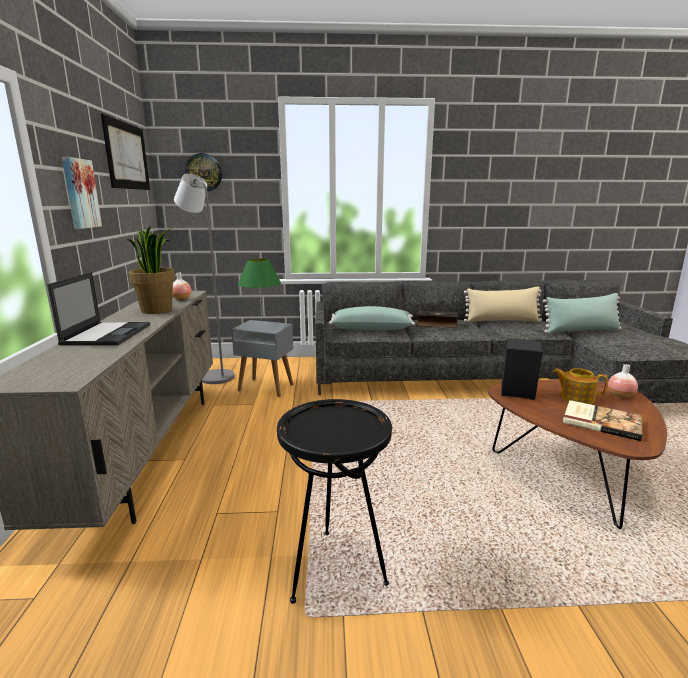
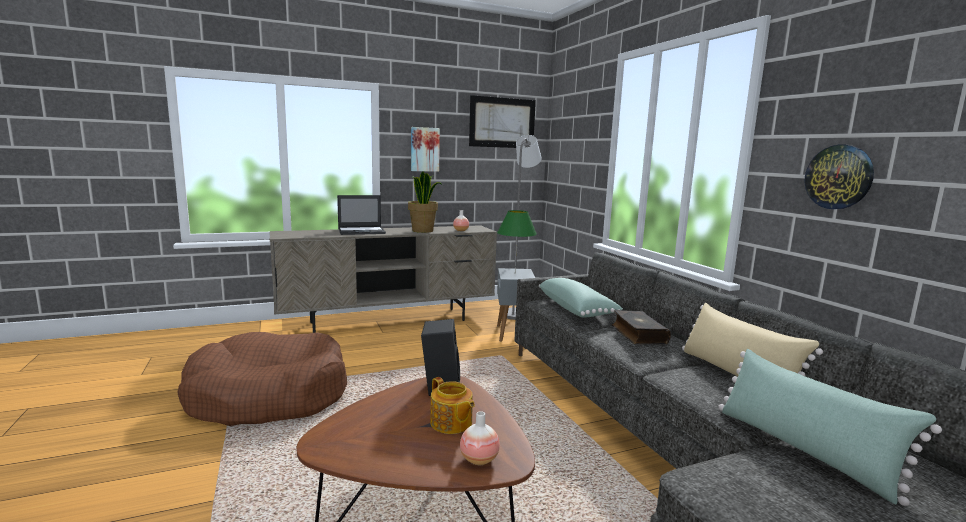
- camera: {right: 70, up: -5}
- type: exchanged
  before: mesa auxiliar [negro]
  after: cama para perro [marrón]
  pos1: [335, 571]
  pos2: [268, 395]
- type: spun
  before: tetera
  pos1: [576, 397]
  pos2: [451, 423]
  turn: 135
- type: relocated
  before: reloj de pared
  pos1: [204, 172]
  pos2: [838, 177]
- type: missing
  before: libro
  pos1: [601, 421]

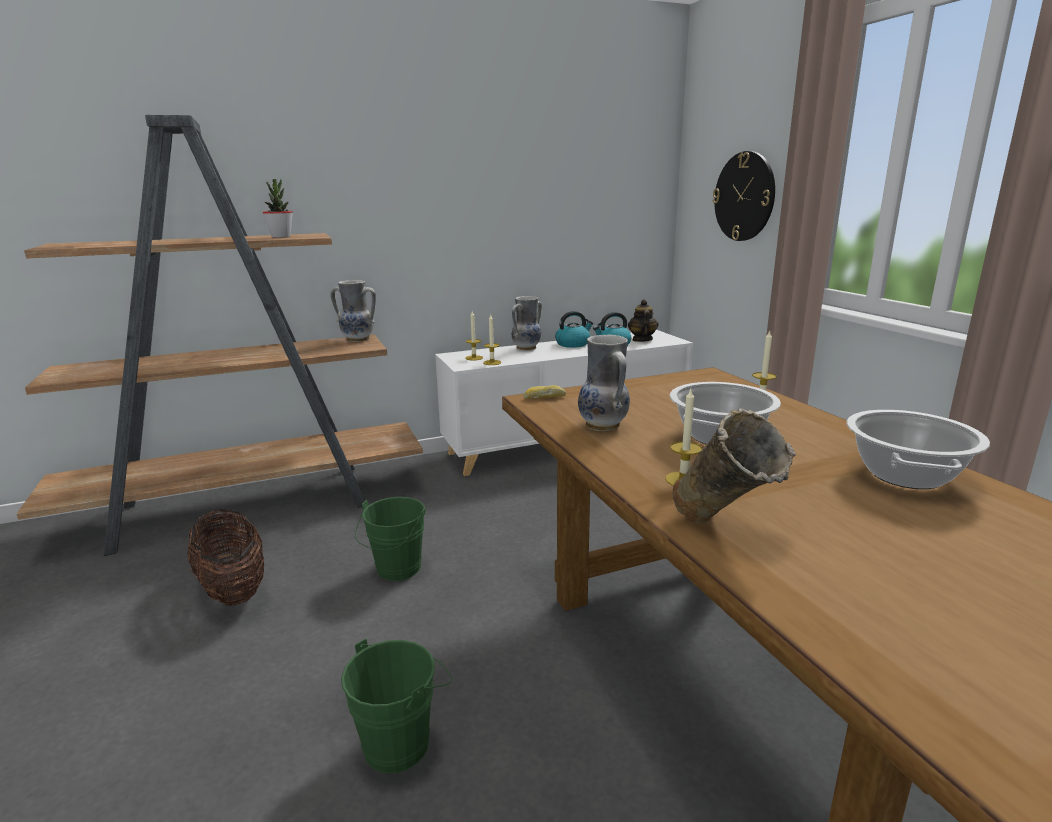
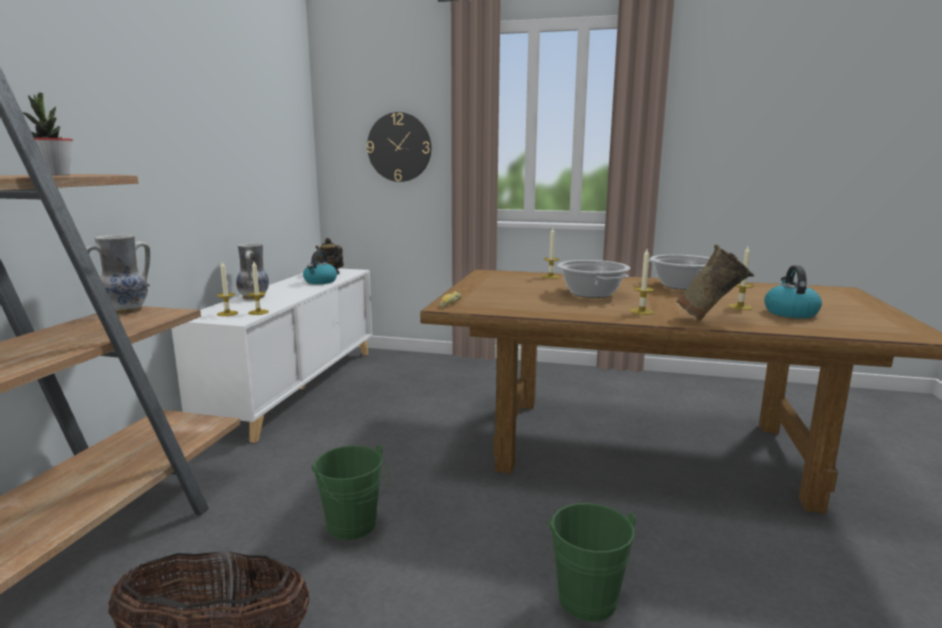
- camera: {right: -55, up: -5}
- type: appeared
  after: vela
  pos2: [740, 307]
- type: relocated
  before: hervidor
  pos1: [573, 344]
  pos2: [790, 313]
- type: missing
  before: florero
  pos1: [603, 425]

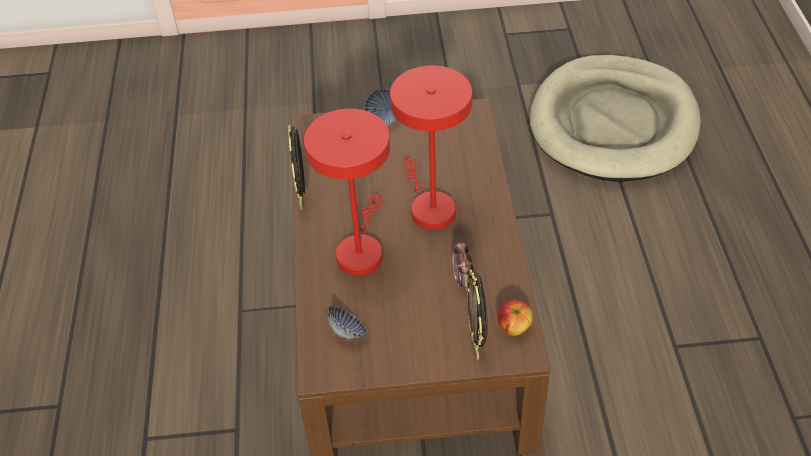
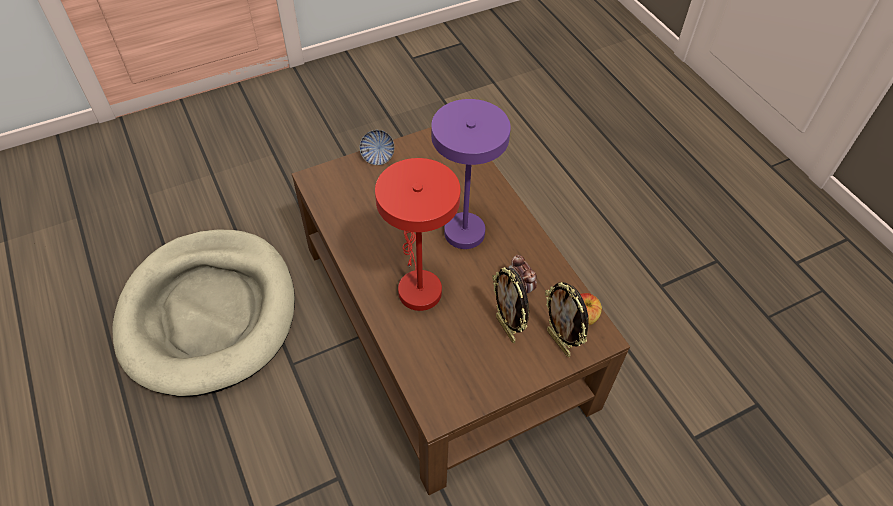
- camera: {right: -25, up: 5}
- type: relocated
  before: cama para perro [beis]
  pos1: [613, 123]
  pos2: [209, 313]
- type: colour
  before: lámpara de mesa [rojo]
  after: lámpara de mesa [morado]
  pos1: [429, 207]
  pos2: [458, 228]
- type: relocated
  before: portarretratos
  pos1: [302, 197]
  pos2: [506, 329]
- type: missing
  before: cuenco
  pos1: [347, 332]

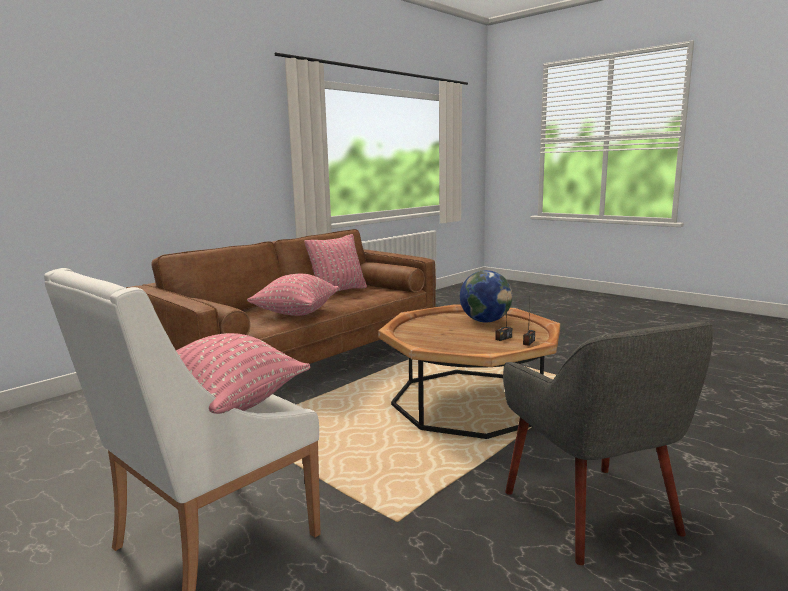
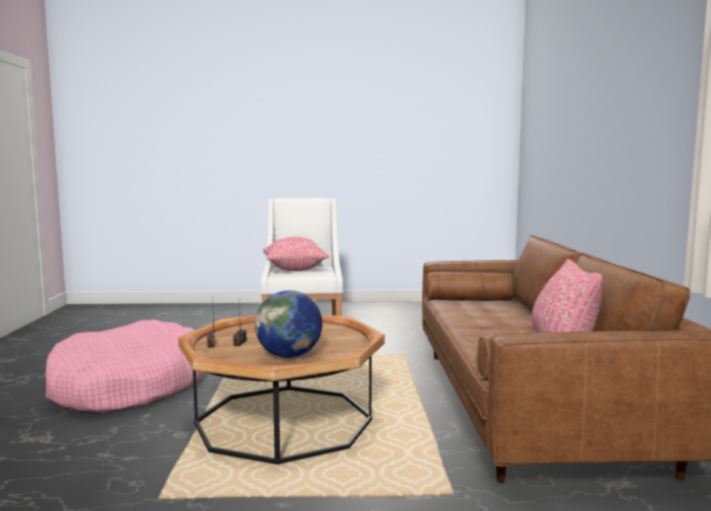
- camera: {right: 135, up: -5}
- type: exchanged
  before: sillón [gris]
  after: cama para perro [rosa]
  pos1: [592, 512]
  pos2: [128, 386]
- type: missing
  before: cojín [rosa]
  pos1: [296, 313]

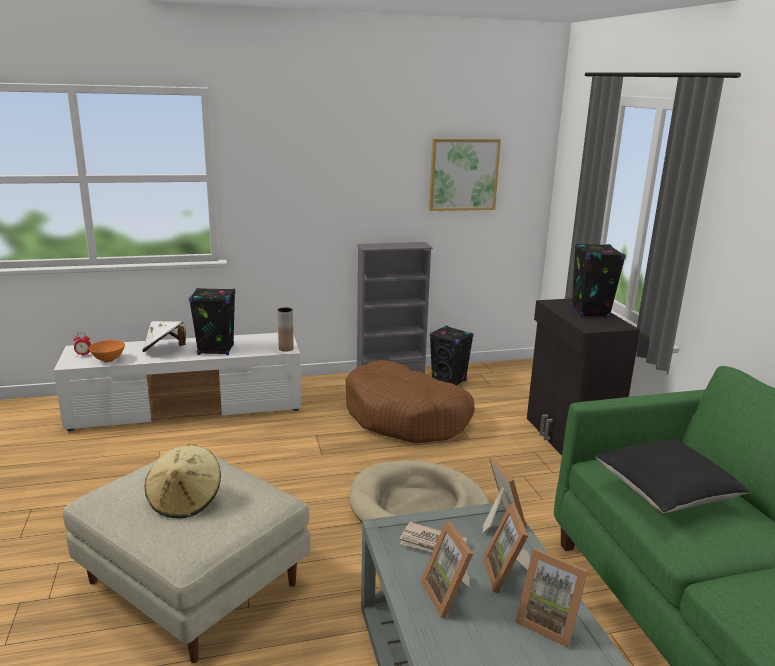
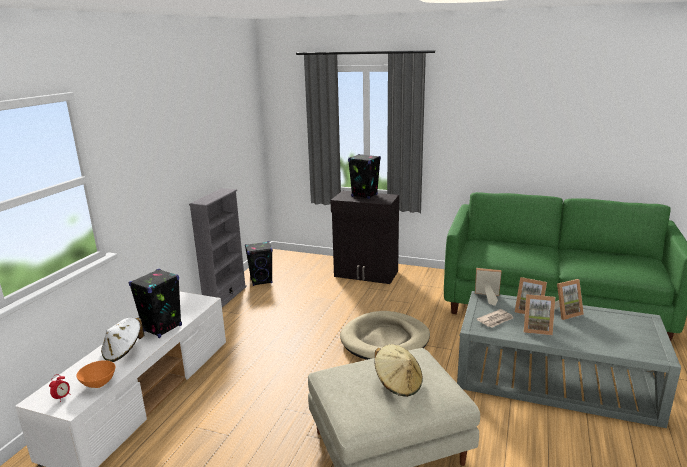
- camera: {right: -55, up: 0}
- type: missing
  before: florero [marrón]
  pos1: [286, 349]
- type: missing
  before: cama para perro [marrón]
  pos1: [406, 417]
- type: missing
  before: cuadro
  pos1: [463, 174]
- type: missing
  before: cojín [negro]
  pos1: [665, 493]

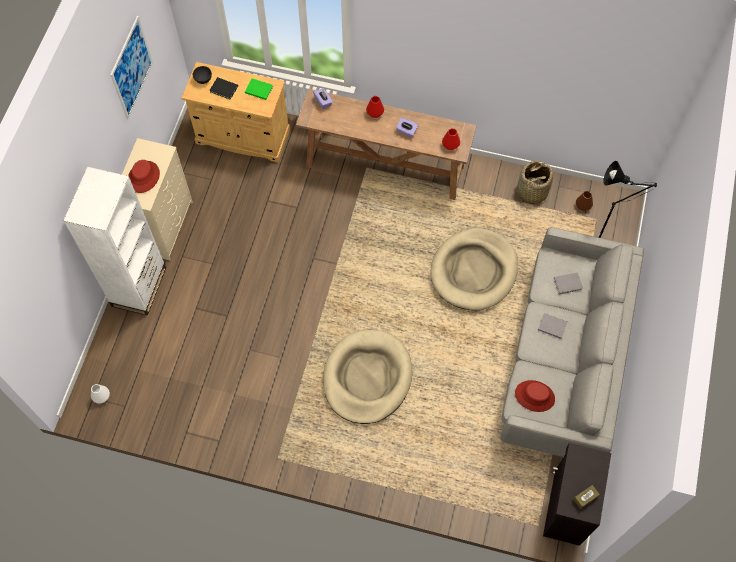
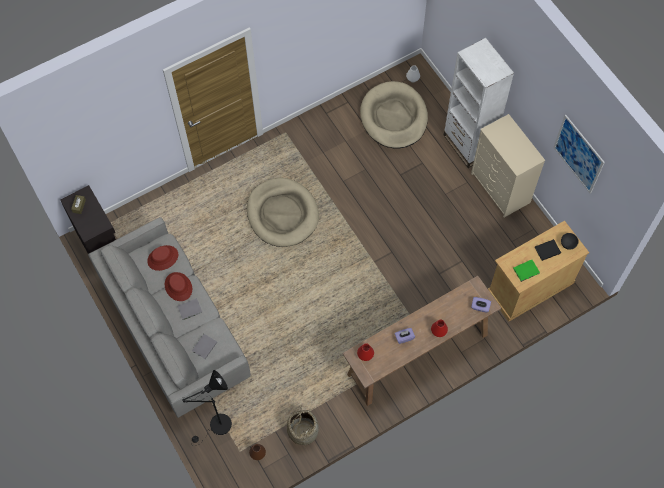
- camera: {right: 135, up: 0}
- type: relocated
  before: sombrero [rojo]
  pos1: [143, 177]
  pos2: [178, 286]
- type: relocated
  before: cama para perro [beis]
  pos1: [474, 271]
  pos2: [394, 117]

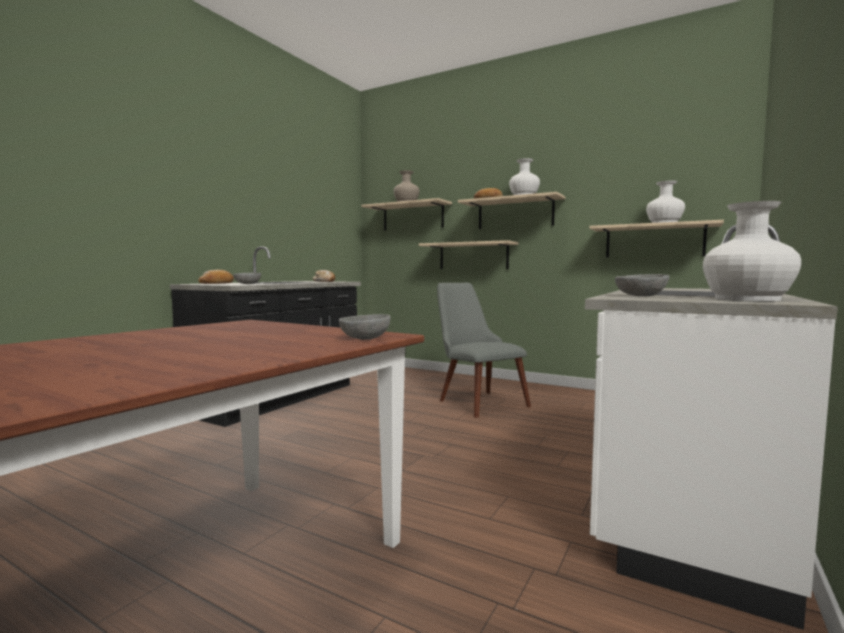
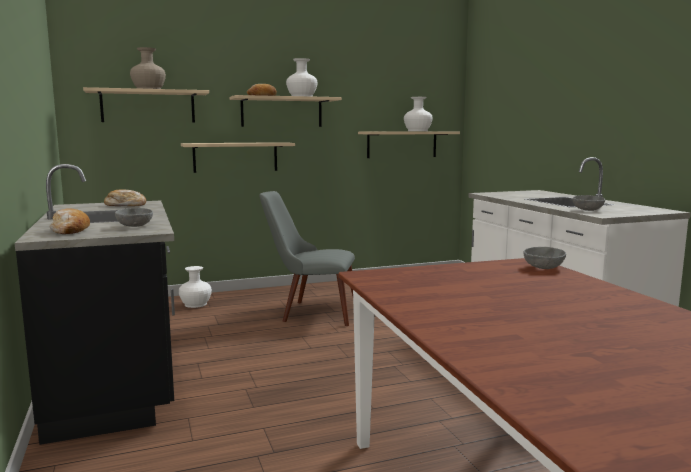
- camera: {right: -50, up: 5}
- type: relocated
  before: florero [blanco]
  pos1: [746, 299]
  pos2: [195, 304]

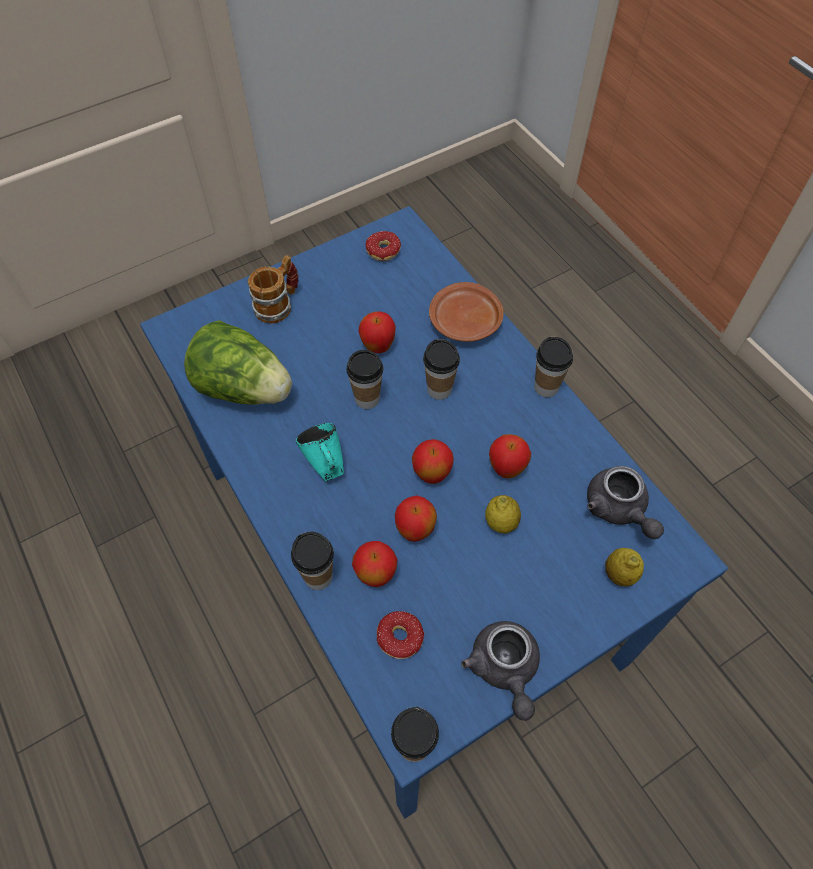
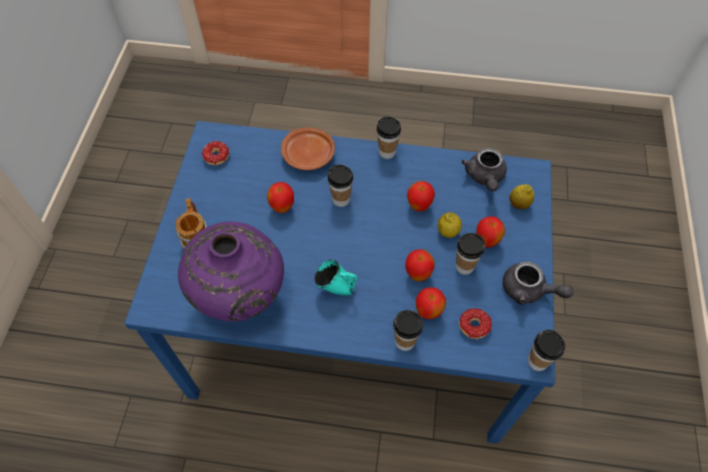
- camera: {right: -50, up: 0}
- type: exchanged
  before: lechuga
  after: florero [morado]
  pos1: [244, 388]
  pos2: [240, 295]
- type: relocated
  before: taza
  pos1: [367, 399]
  pos2: [464, 266]
- type: spun
  before: tetera [gris]
  pos1: [618, 510]
  pos2: [484, 177]
  turn: 75
- type: relocated
  before: manzana
  pos1: [431, 474]
  pos2: [486, 241]

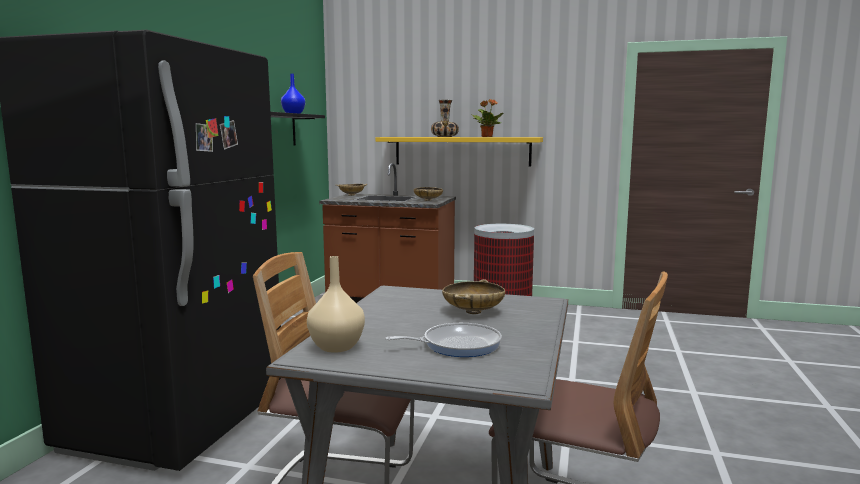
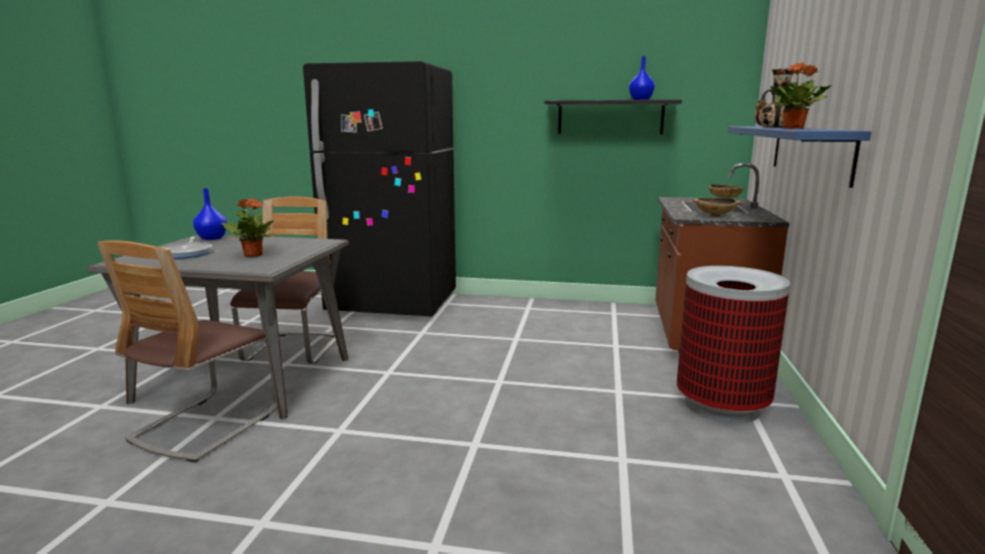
- camera: {right: 85, up: 5}
- type: colour
  before: florero [beis]
  after: florero [azul]
  pos1: [337, 346]
  pos2: [212, 238]
- type: exchanged
  before: cuenco [beis]
  after: planta en maceta
  pos1: [473, 312]
  pos2: [253, 255]
- type: colour
  before: estante [amarillo]
  after: estante [azul]
  pos1: [462, 151]
  pos2: [810, 151]

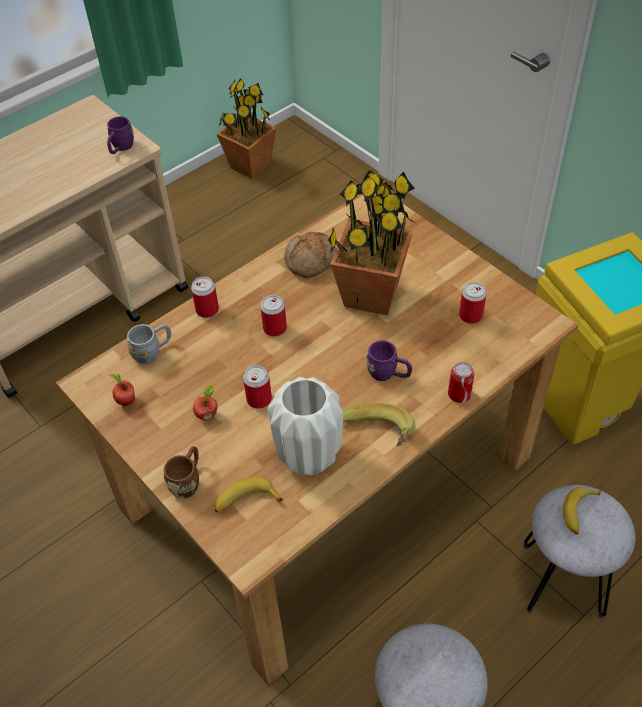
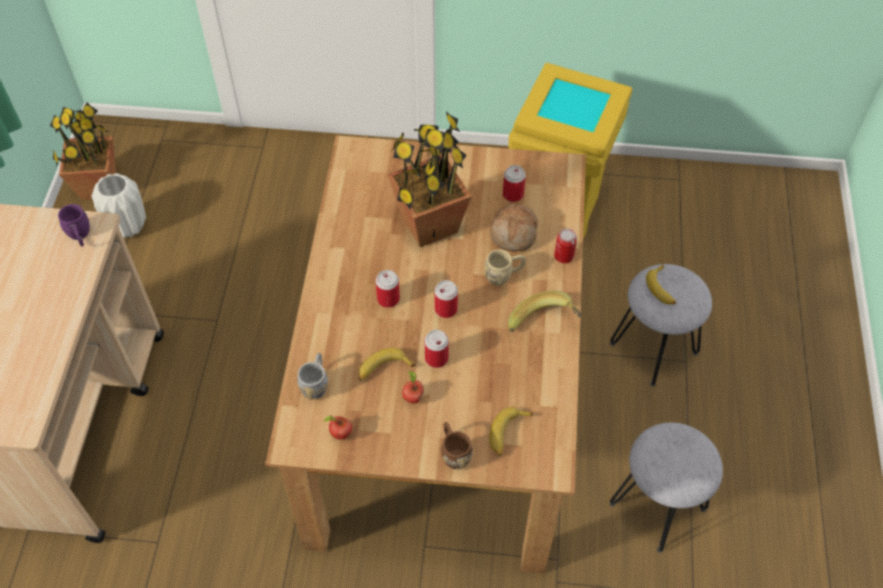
- camera: {right: -45, up: 5}
- type: relocated
  before: florero [blanco]
  pos1: [307, 456]
  pos2: [127, 227]
- type: appeared
  after: plátano
  pos2: [383, 369]
- type: relocated
  before: lata
  pos1: [207, 310]
  pos2: [446, 309]
- type: colour
  before: taza grande [morado]
  after: taza grande [beis]
  pos1: [388, 374]
  pos2: [504, 275]
- type: relocated
  before: pan
  pos1: [311, 262]
  pos2: [514, 233]

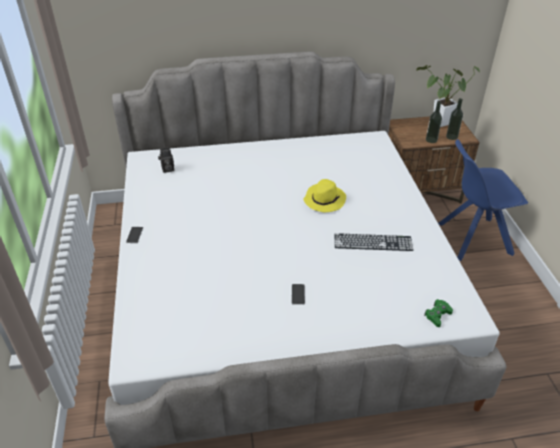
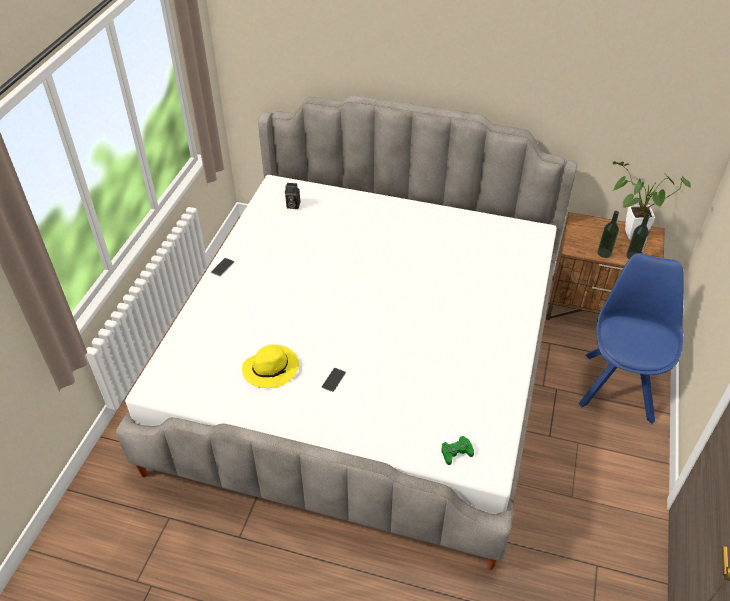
- camera: {right: 25, up: 5}
- type: relocated
  before: sombrero [amarillo]
  pos1: [324, 200]
  pos2: [271, 368]
- type: spun
  before: silla [azul]
  pos1: [472, 238]
  pos2: [619, 385]
  turn: 90
- type: missing
  before: teclado
  pos1: [373, 242]

